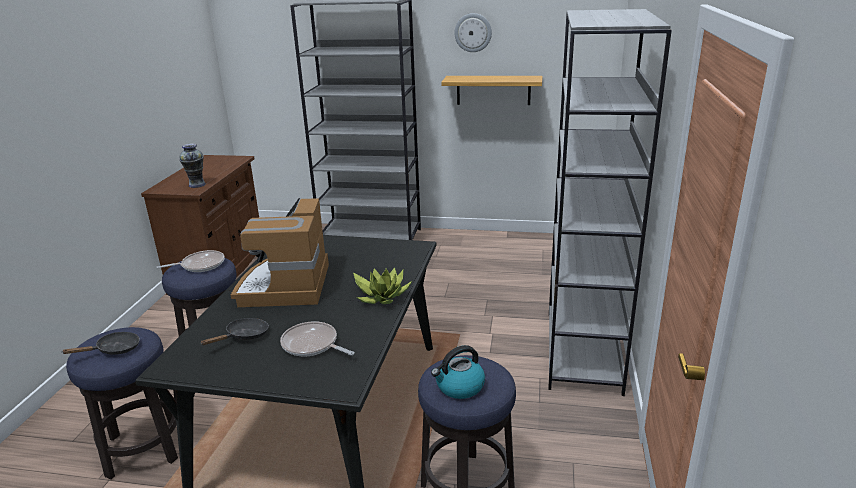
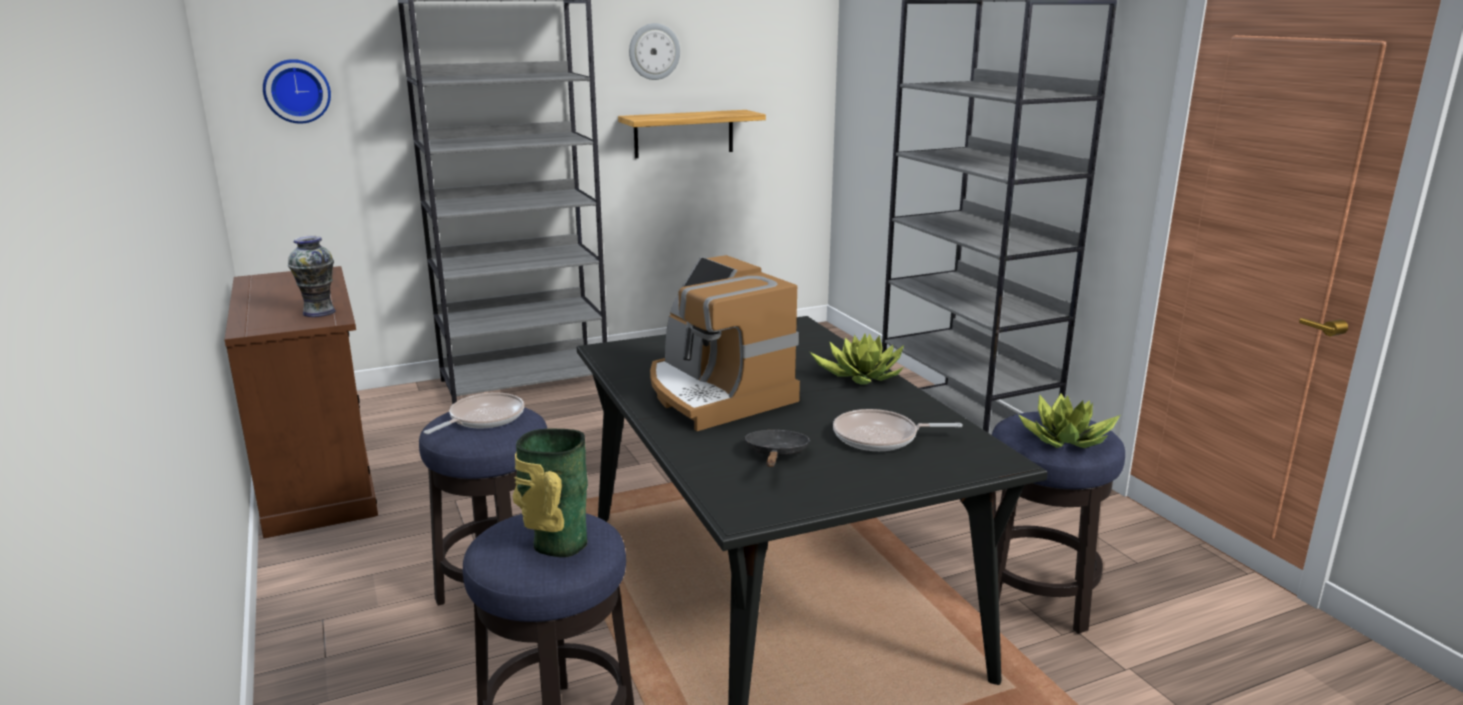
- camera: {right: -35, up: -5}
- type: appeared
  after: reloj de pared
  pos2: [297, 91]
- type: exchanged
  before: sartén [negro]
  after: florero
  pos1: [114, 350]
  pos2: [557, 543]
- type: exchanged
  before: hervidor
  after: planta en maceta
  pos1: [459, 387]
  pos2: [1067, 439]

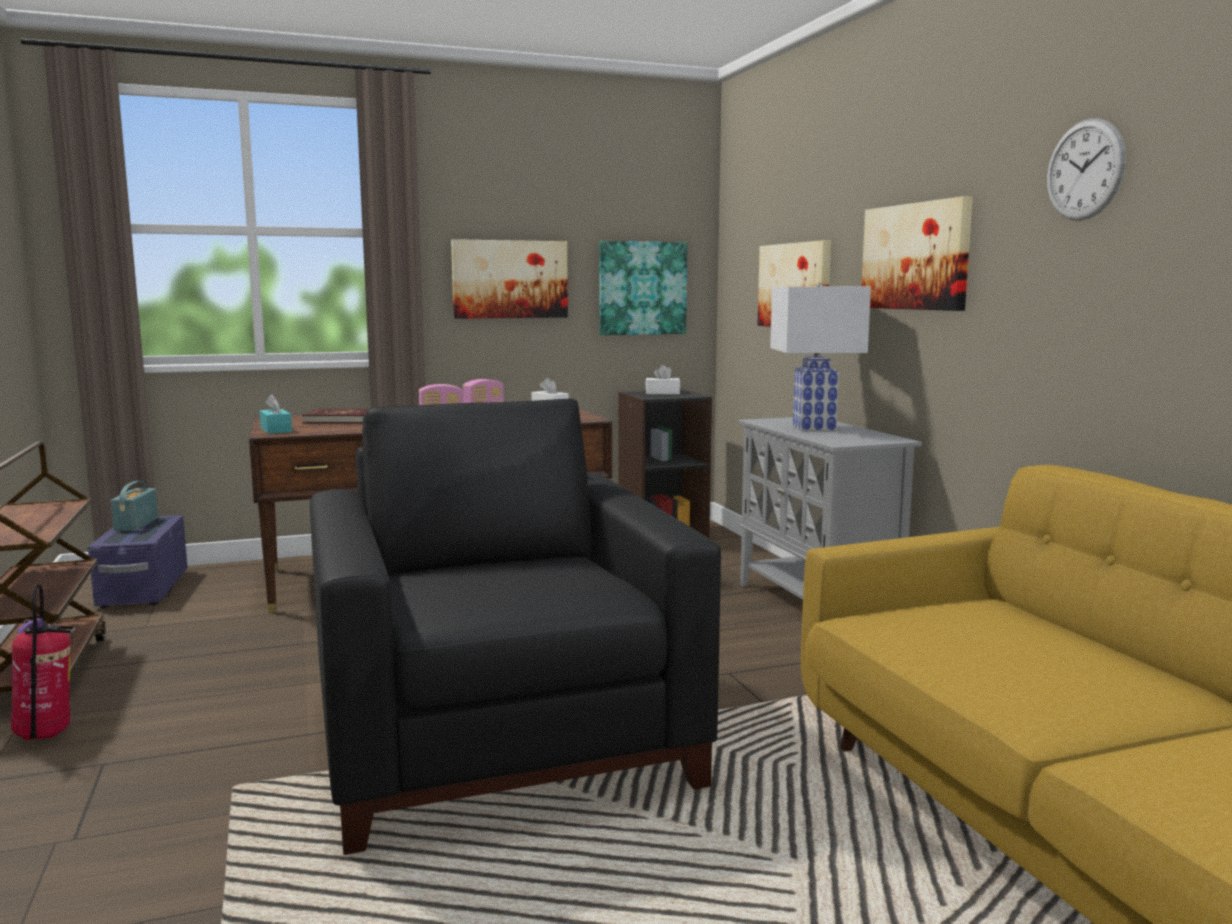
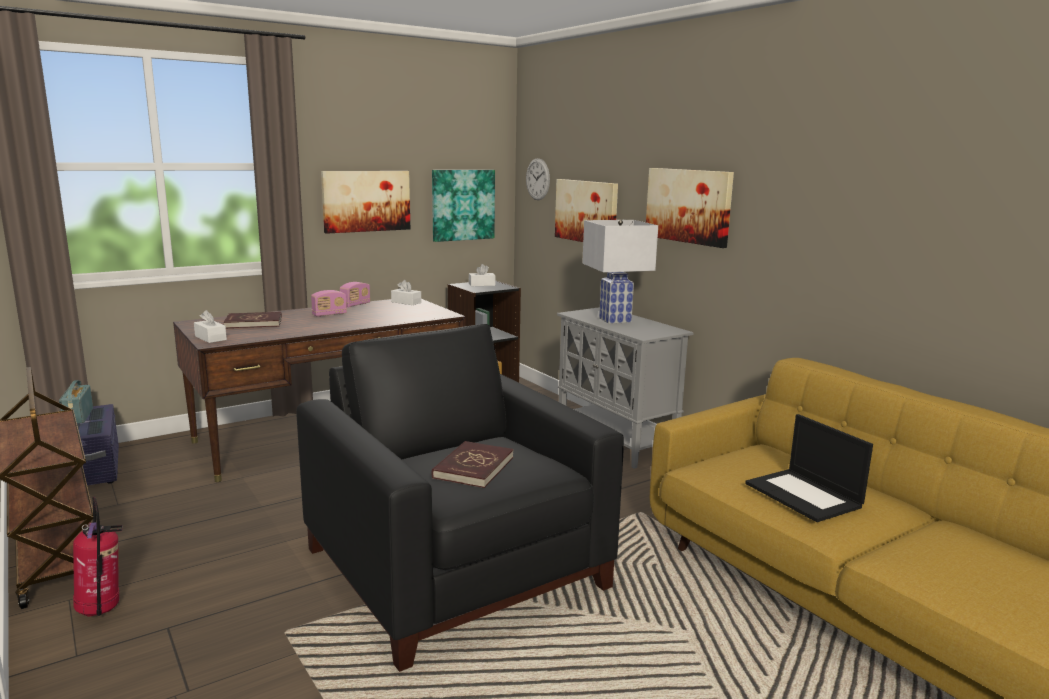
- camera: {right: -15, up: 5}
- type: colour
  before: caja de pañuelos [turquesa]
  after: caja de pañuelos [blanco]
  pos1: [276, 430]
  pos2: [210, 338]
- type: appeared
  after: libro [rojo]
  pos2: [473, 467]
- type: relocated
  before: reloj de pared
  pos1: [1085, 170]
  pos2: [538, 179]
- type: appeared
  after: portátil
  pos2: [804, 495]

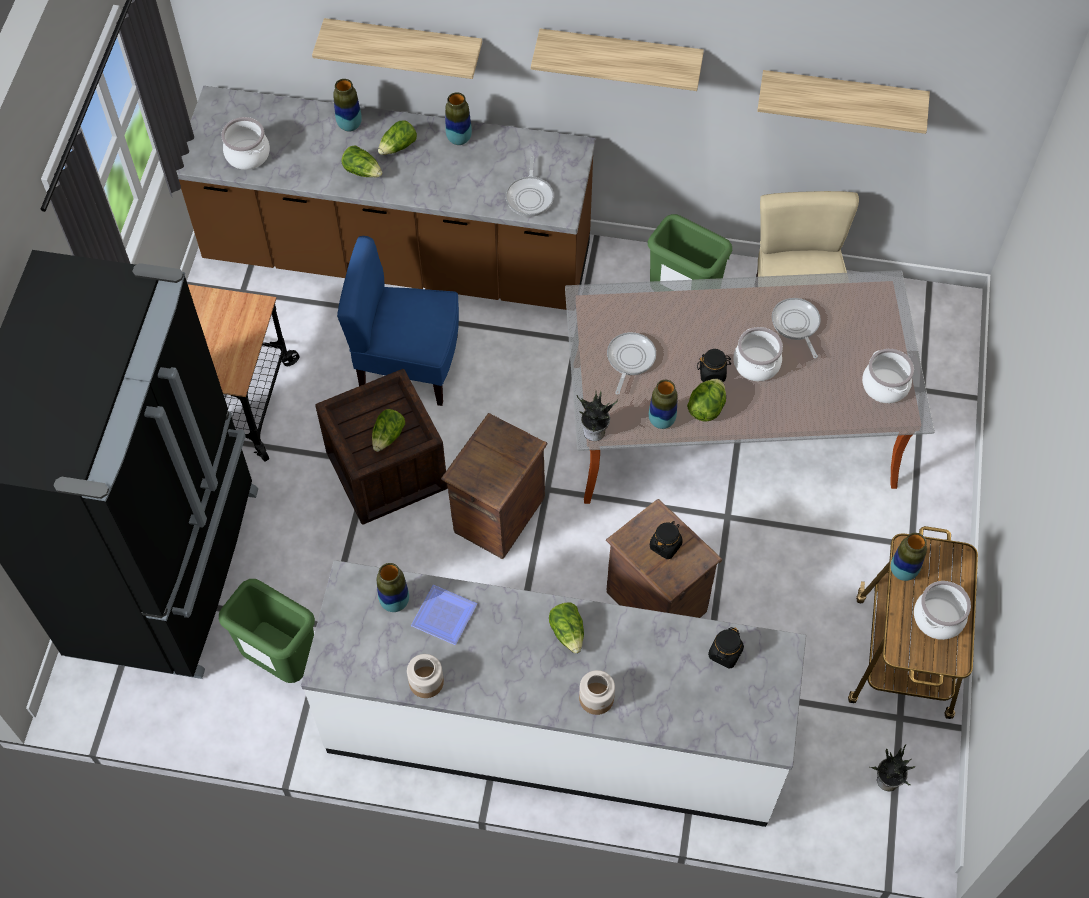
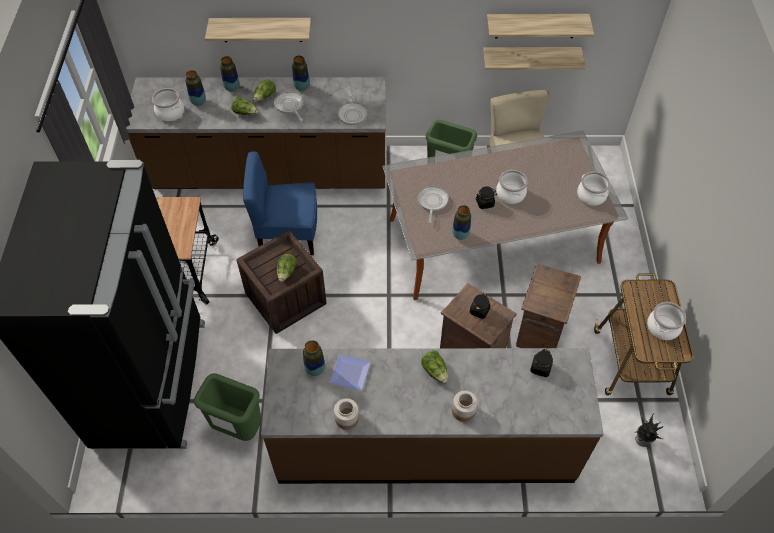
- camera: {right: -10, up: -5}
- type: relocated
  before: florero
  pos1: [903, 571]
  pos2: [198, 102]
- type: colour
  before: mueble bajo de cocina [blanco]
  after: mueble bajo de cocina [marrón]
  pos1: [554, 730]
  pos2: [425, 444]
- type: relocated
  before: sartén
  pos1: [796, 324]
  pos2: [290, 106]
- type: relocated
  before: estante
  pos1: [620, 55]
  pos2: [530, 58]
- type: relocated
  before: caja de embalaje
  pos1: [498, 515]
  pos2: [539, 331]
- type: missing
  before: planta en maceta
  pos1: [594, 432]
- type: missing
  before: lechuga
  pos1: [706, 408]

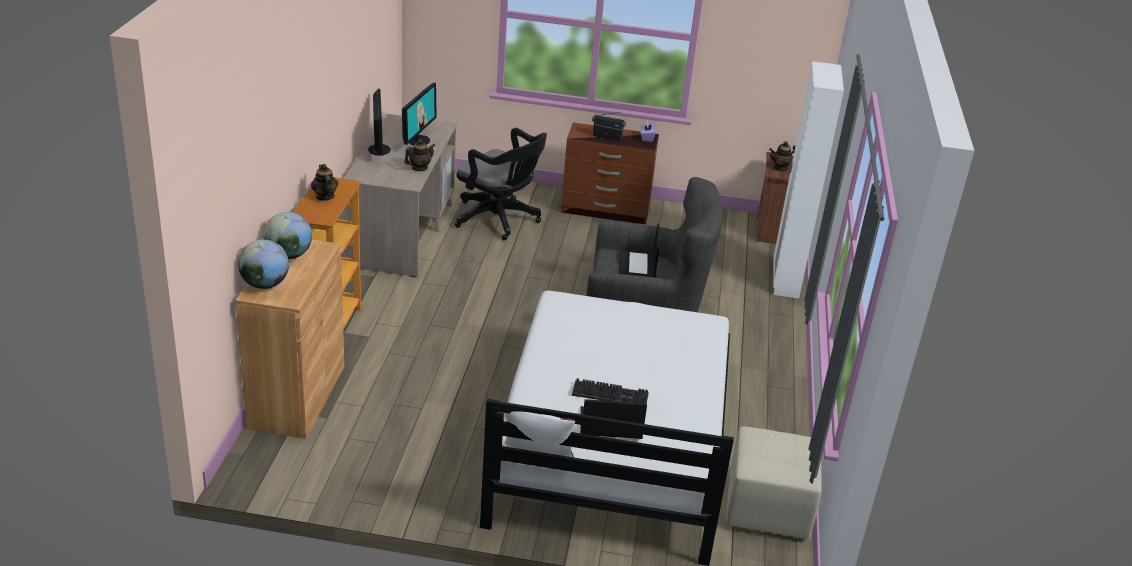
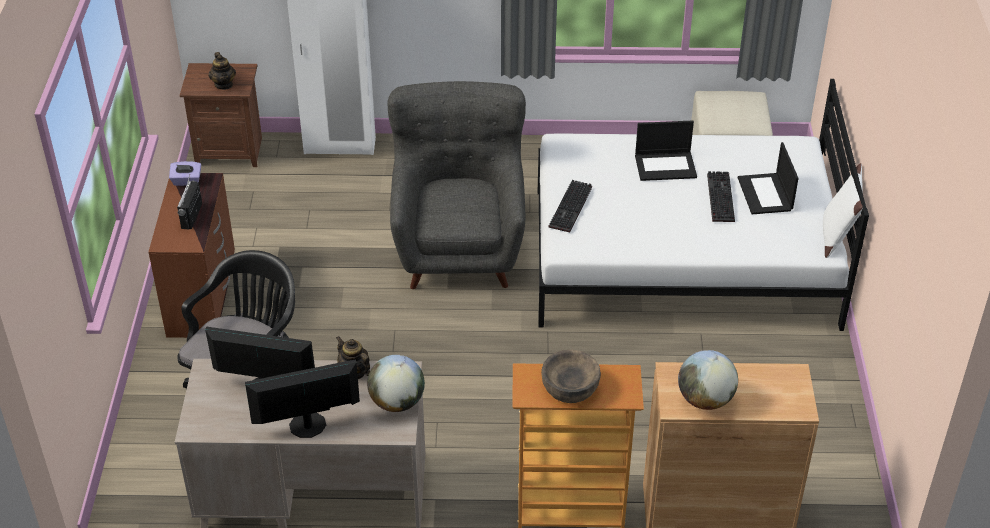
- camera: {right: -95, up: 10}
- type: relocated
  before: globo terráqueo
  pos1: [265, 285]
  pos2: [397, 402]
- type: exchanged
  before: tetera
  after: cuenco [marrón]
  pos1: [324, 196]
  pos2: [570, 387]
- type: appeared
  after: teclado
  pos2: [571, 208]
- type: relocated
  before: portátil
  pos1: [637, 265]
  pos2: [666, 166]

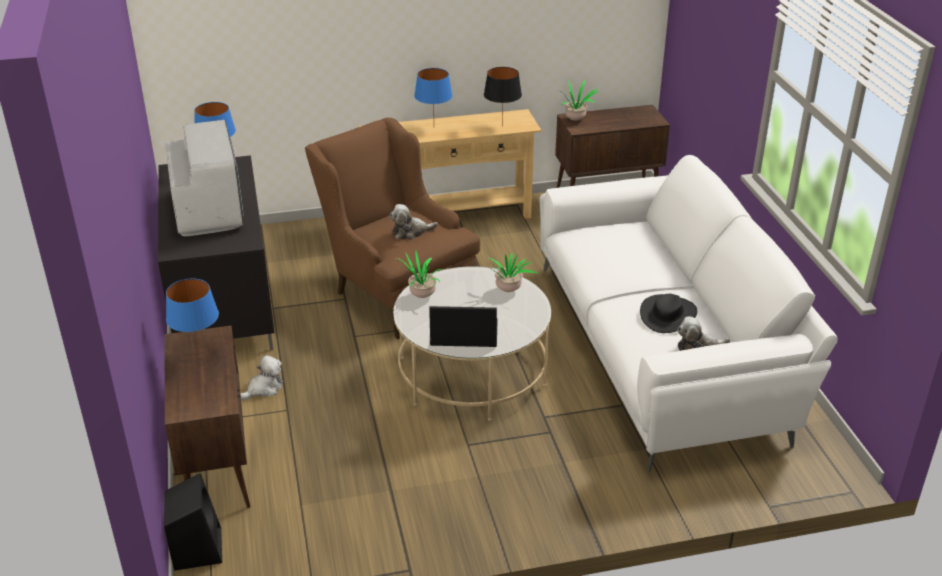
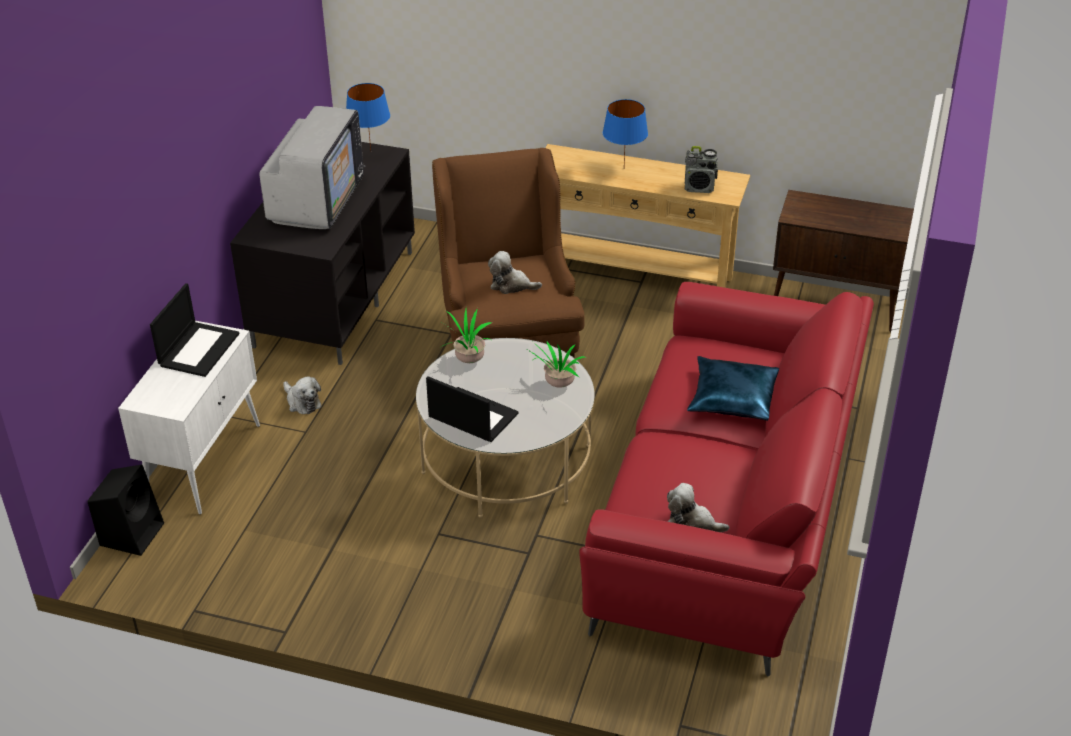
- camera: {right: 30, up: 5}
- type: colour
  before: armario [marrón]
  after: armario [blanco]
  pos1: [216, 465]
  pos2: [205, 462]
- type: exchanged
  before: lámpara de mesa [azul]
  after: portátil
  pos1: [198, 353]
  pos2: [198, 349]
- type: spun
  before: peluche
  pos1: [264, 388]
  pos2: [302, 402]
  turn: 60
- type: colour
  before: sofá [blanco]
  after: sofá [rojo]
  pos1: [662, 349]
  pos2: [729, 510]
- type: exchanged
  before: lámpara de mesa [negro]
  after: radio
  pos1: [502, 125]
  pos2: [699, 188]
- type: appeared
  after: cojín [azul]
  pos2: [733, 399]
- type: missing
  before: planta en maceta
  pos1: [575, 119]
- type: missing
  before: sombrero [negro]
  pos1: [668, 315]

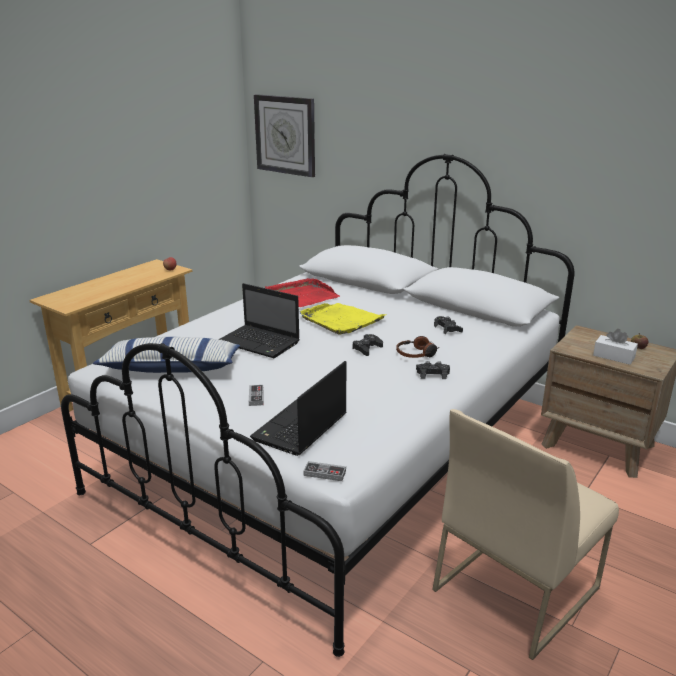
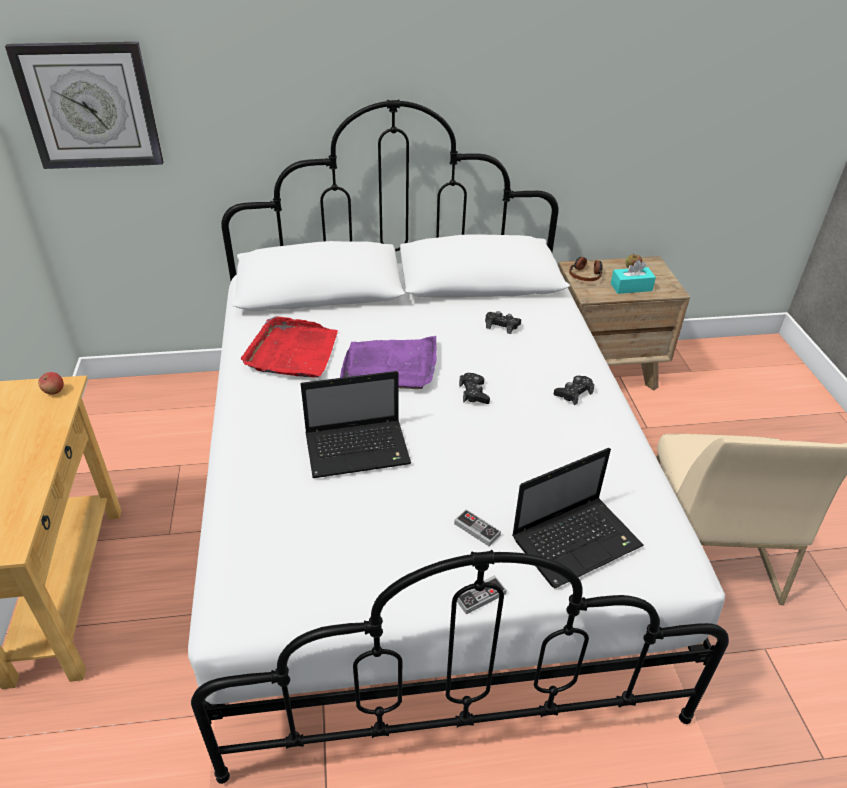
- camera: {right: -45, up: 15}
- type: colour
  before: bandeja [amarillo]
  after: bandeja [morado]
  pos1: [341, 320]
  pos2: [390, 366]
- type: relocated
  before: mando de consola
  pos1: [324, 473]
  pos2: [480, 596]
- type: spun
  before: portátil
  pos1: [299, 429]
  pos2: [577, 541]
  turn: -105
- type: relocated
  before: auriculares
  pos1: [417, 354]
  pos2: [585, 275]
- type: colour
  before: caja de pañuelos [blanco]
  after: caja de pañuelos [turquesa]
  pos1: [613, 356]
  pos2: [631, 287]
- type: missing
  before: cojín
  pos1: [171, 368]

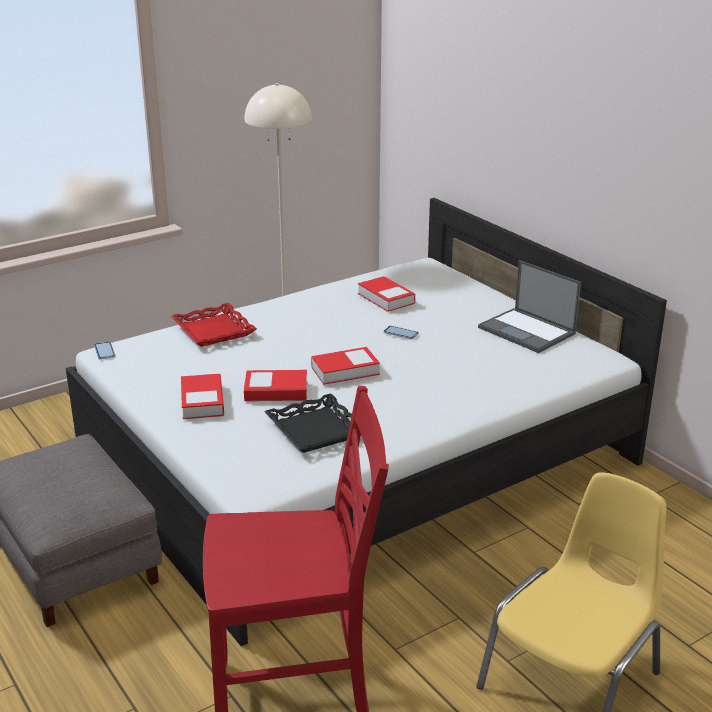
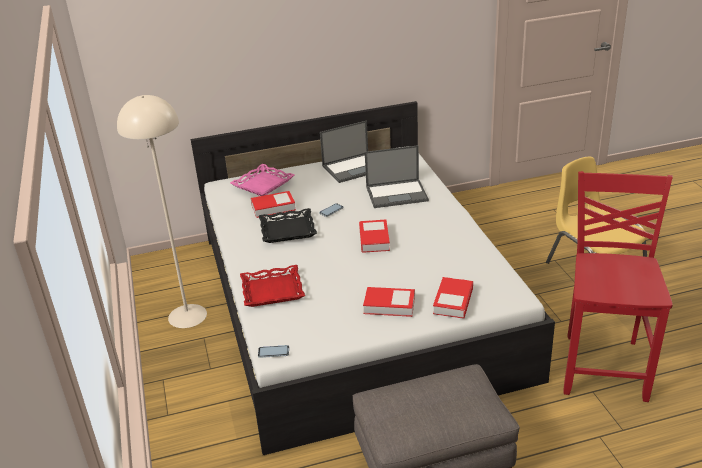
- camera: {right: -70, up: 5}
- type: appeared
  after: bandeja [rosa]
  pos2: [263, 184]
- type: relocated
  before: bandeja [negro]
  pos1: [317, 430]
  pos2: [287, 230]
- type: appeared
  after: portátil
  pos2: [397, 193]
- type: relocated
  before: libro
  pos1: [276, 391]
  pos2: [453, 301]

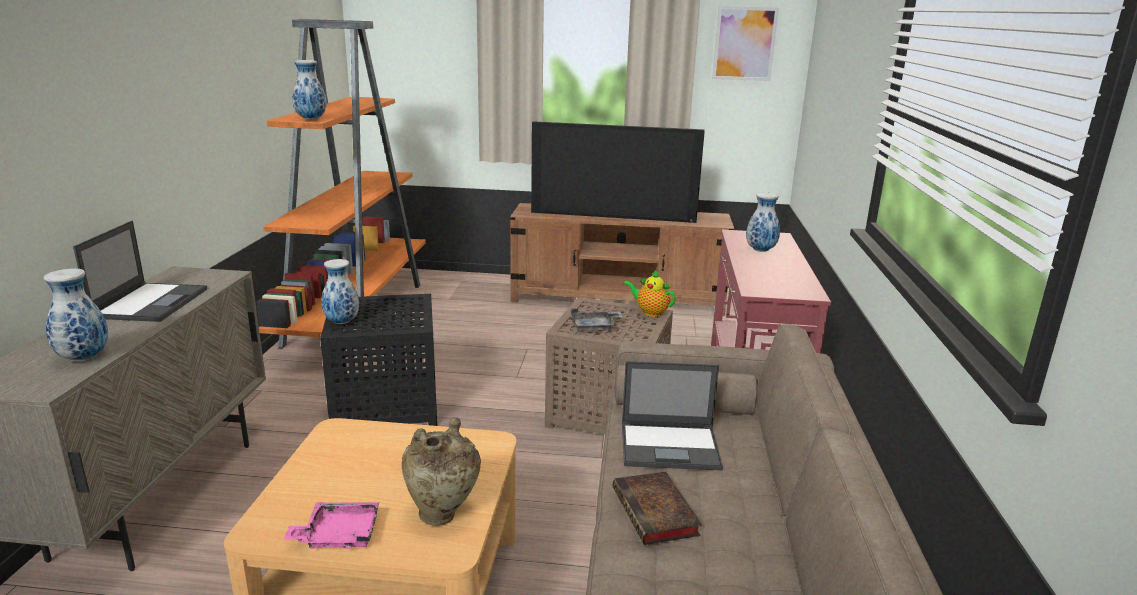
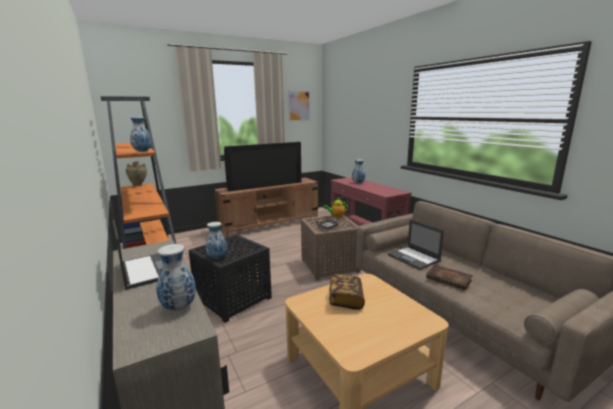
- camera: {right: -35, up: -5}
- type: relocated
  before: florero [beis]
  pos1: [443, 514]
  pos2: [138, 185]
- type: appeared
  after: libro
  pos2: [346, 299]
- type: spun
  before: portátil
  pos1: [671, 446]
  pos2: [414, 258]
  turn: 90
- type: missing
  before: bandeja [rosa]
  pos1: [338, 535]

